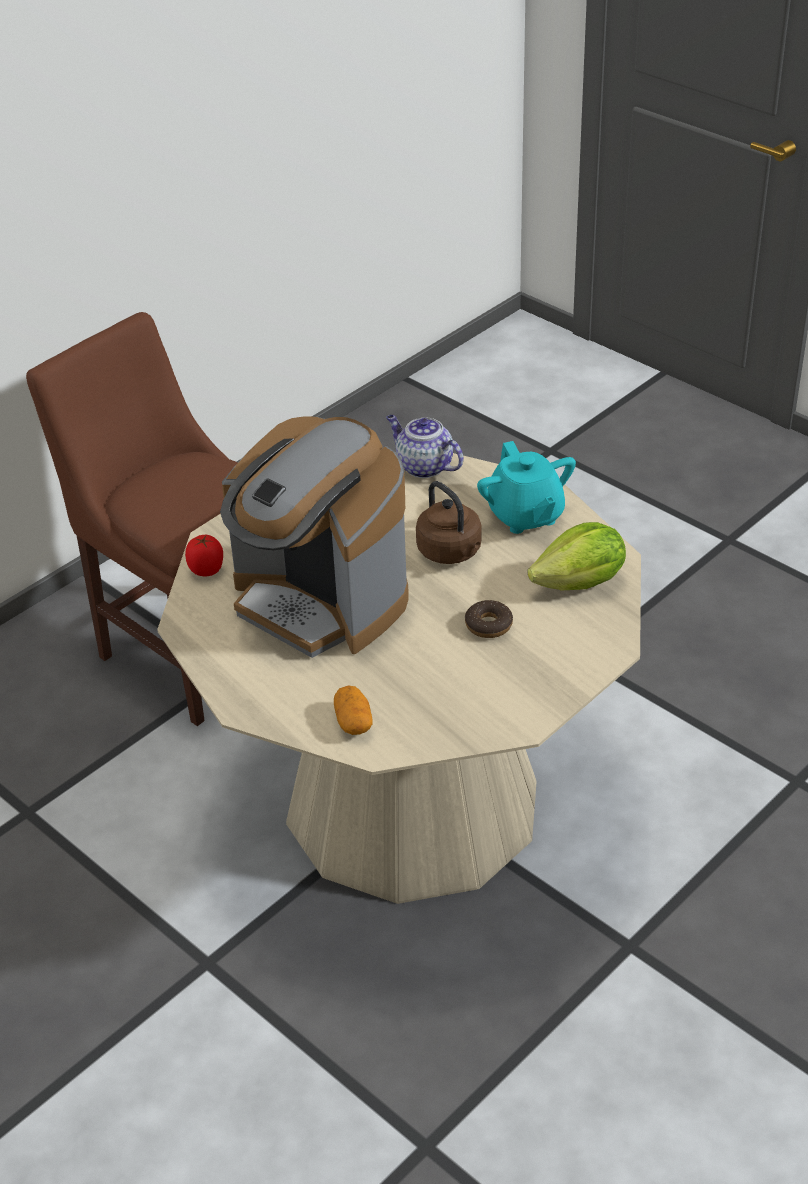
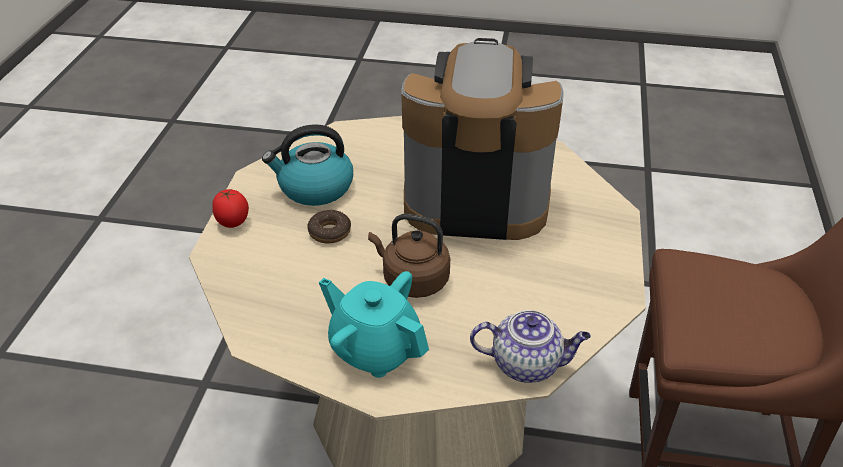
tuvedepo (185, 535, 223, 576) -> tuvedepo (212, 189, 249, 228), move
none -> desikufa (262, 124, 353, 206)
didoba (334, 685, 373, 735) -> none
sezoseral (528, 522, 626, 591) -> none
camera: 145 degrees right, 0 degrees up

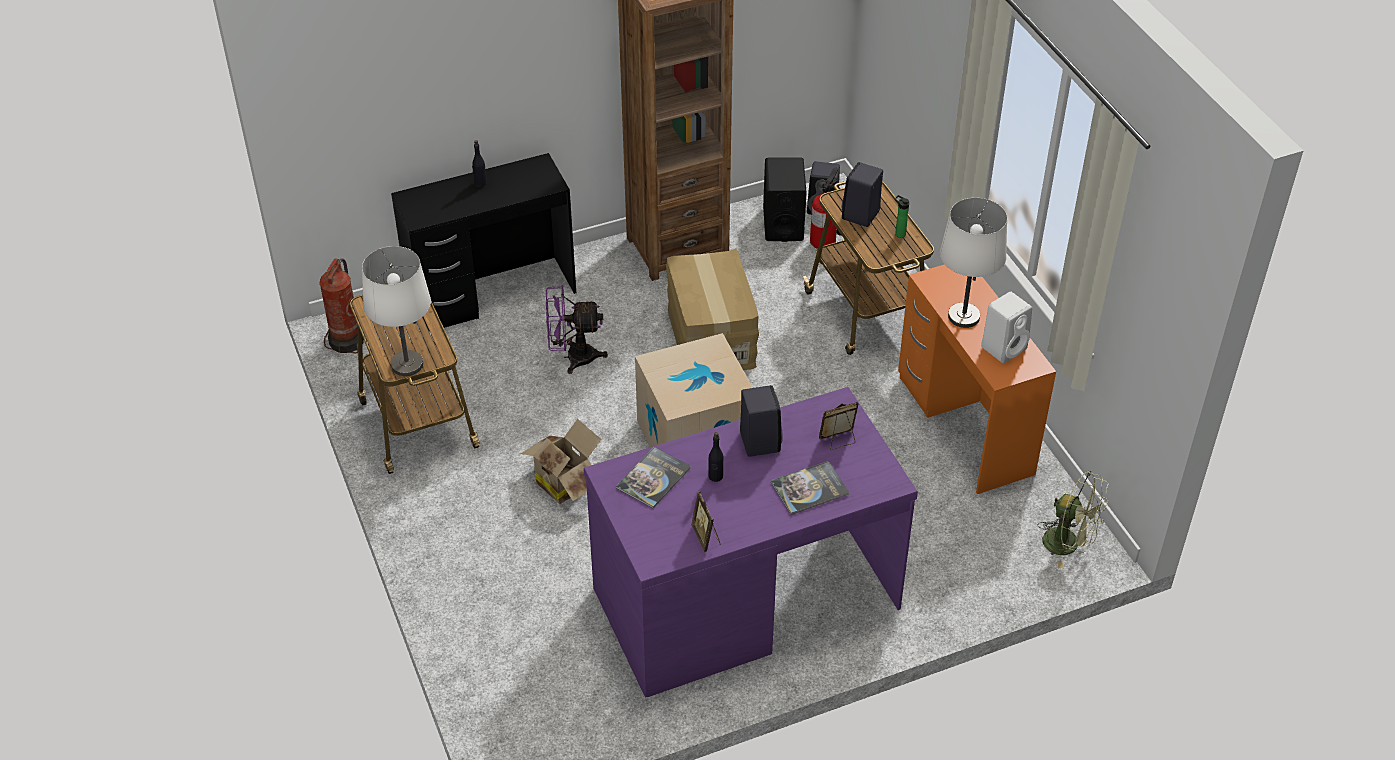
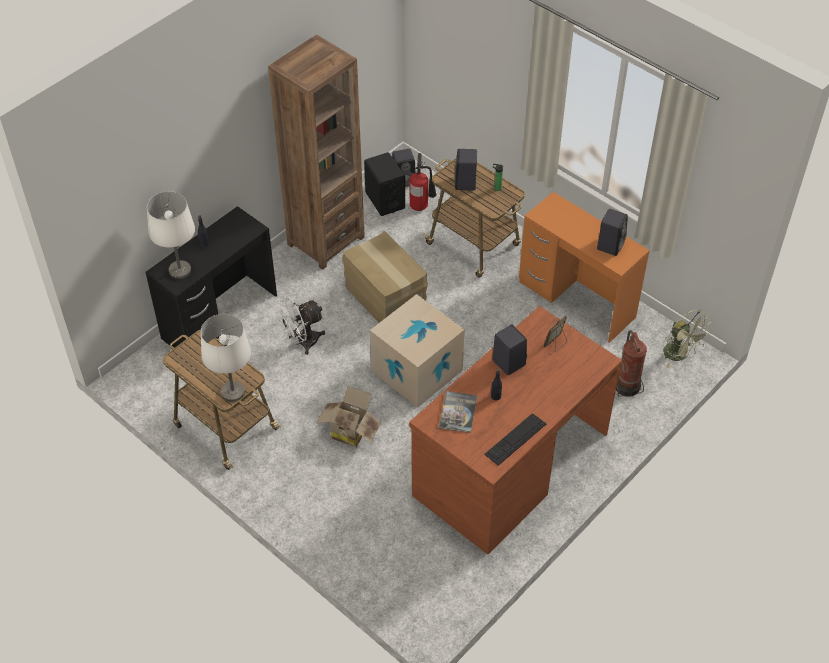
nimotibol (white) (940, 198, 1007, 328) -> nimotibol (white) (147, 192, 195, 279), move
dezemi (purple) (546, 285, 608, 374) -> dezemi (white) (276, 296, 325, 355)
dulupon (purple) (584, 387, 918, 697) -> dulupon (brown) (409, 306, 622, 554)
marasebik (691, 491, 721, 552) -> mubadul (484, 413, 546, 466)
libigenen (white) (981, 292, 1032, 363) -> libigenen (black) (597, 209, 628, 256)
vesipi (319, 258, 364, 354) -> vesipi (616, 330, 647, 397), move
dezemi (green) (1038, 471, 1109, 568) -> dezemi (green) (663, 310, 711, 368), 45 degrees clockwise
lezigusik (771, 461, 849, 515) -> none
camera: 25 degrees left, 5 degrees up

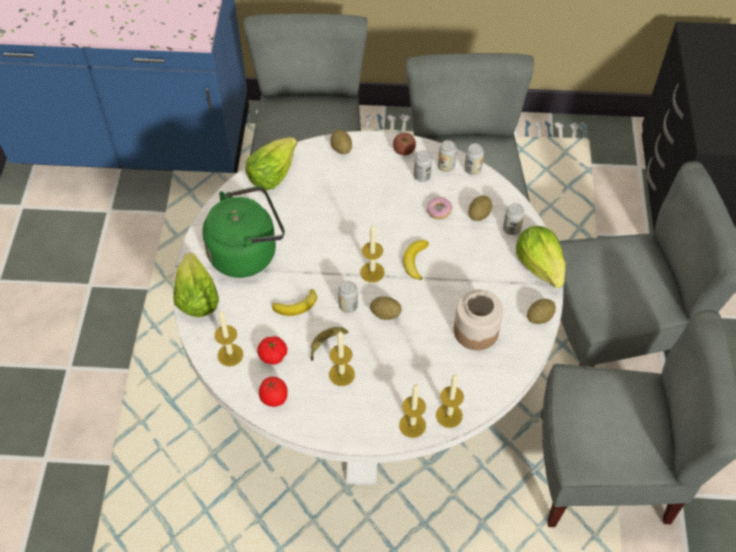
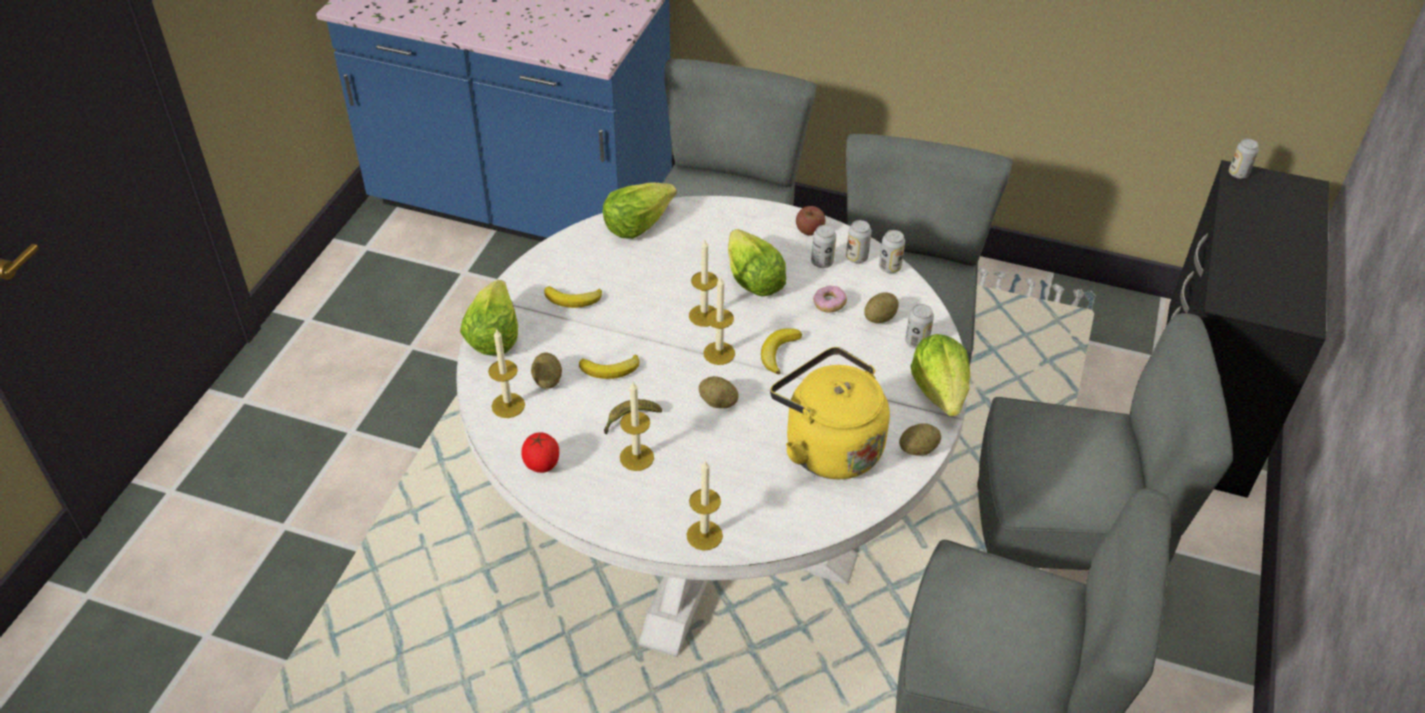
didoba (330, 130, 352, 154) -> didoba (531, 352, 562, 389), move
desikufa (green) (202, 186, 285, 278) -> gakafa (544, 286, 602, 308)
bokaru (436, 374, 464, 428) -> bokaru (689, 240, 718, 327), move
none -> sezoseral (728, 229, 786, 297)
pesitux (454, 290, 503, 350) -> desikufa (yellow) (770, 347, 890, 479)
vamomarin (338, 281, 358, 313) -> vamomarin (1229, 139, 1259, 179), move
tuvedepo (257, 336, 287, 365) -> none
camera: 15 degrees right, 10 degrees down

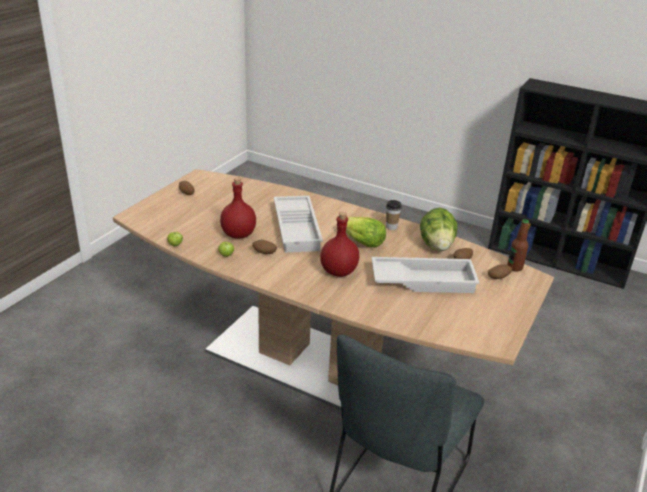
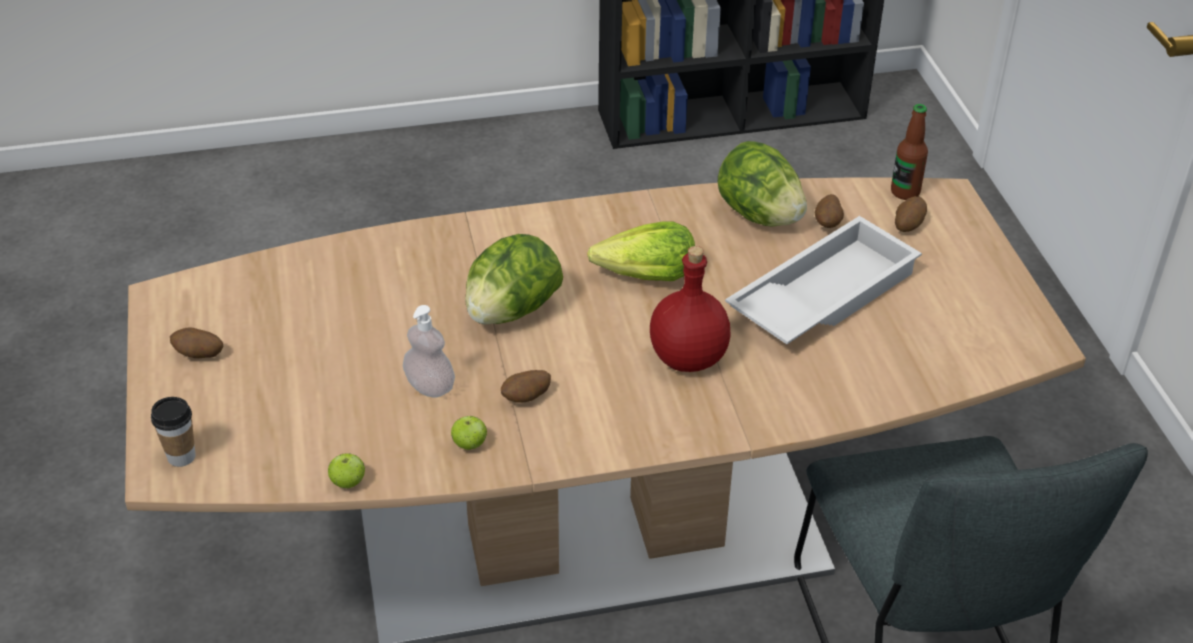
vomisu (386, 200, 402, 230) -> vomisu (151, 397, 196, 467), move
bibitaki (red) (220, 177, 256, 238) -> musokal (403, 305, 455, 398)
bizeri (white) (274, 196, 323, 253) -> sezoseral (465, 234, 563, 325)
camera: 40 degrees left, 10 degrees up

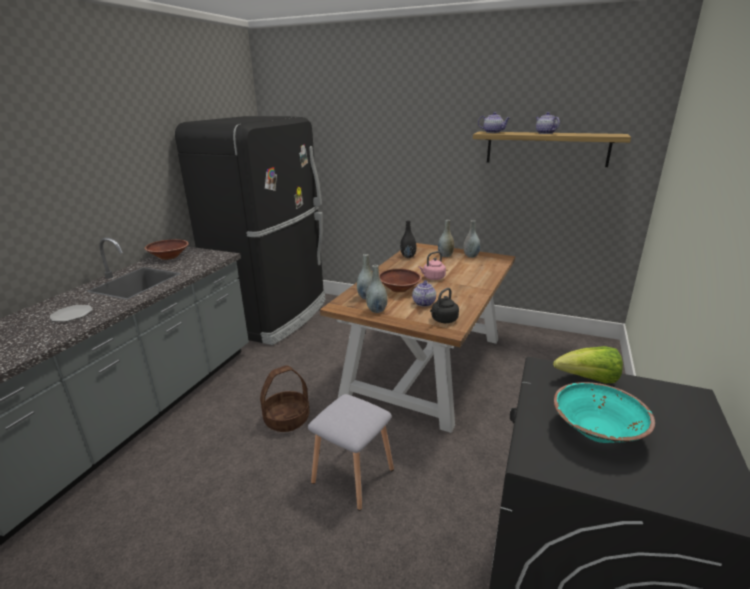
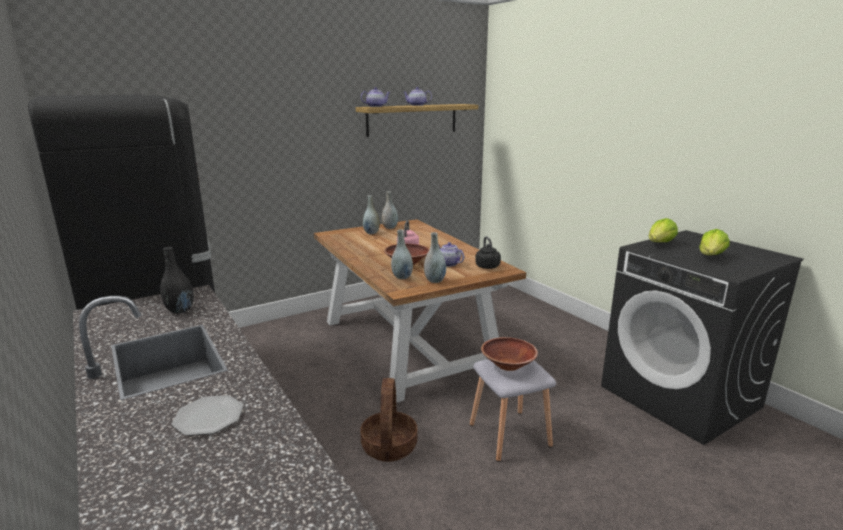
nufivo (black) (400, 220, 417, 258) -> nufivo (black) (160, 247, 194, 313), move
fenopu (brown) (144, 239, 189, 260) -> fenopu (brown) (481, 337, 538, 371), move
fenopu (turquoise) (554, 382, 655, 443) -> sezoseral (699, 229, 730, 255)
camera: 55 degrees left, 5 degrees down

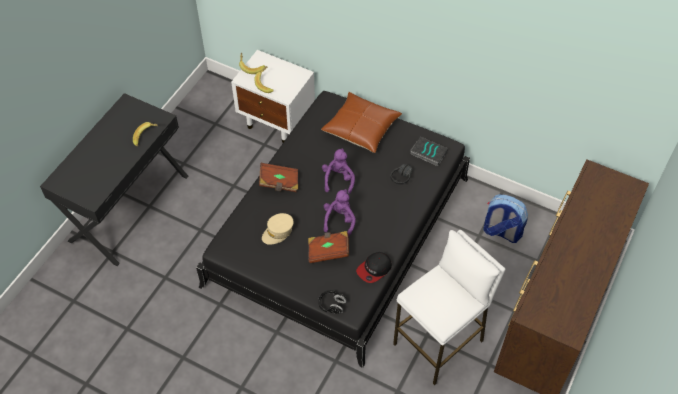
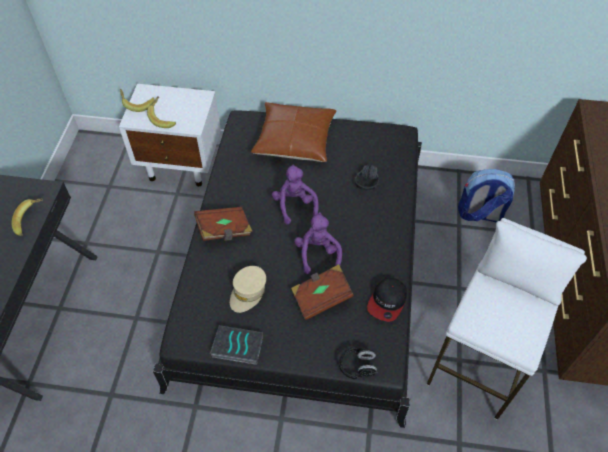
lezigusik (410, 137, 448, 166) -> lezigusik (210, 325, 263, 365), move
camera: 20 degrees left, 0 degrees up

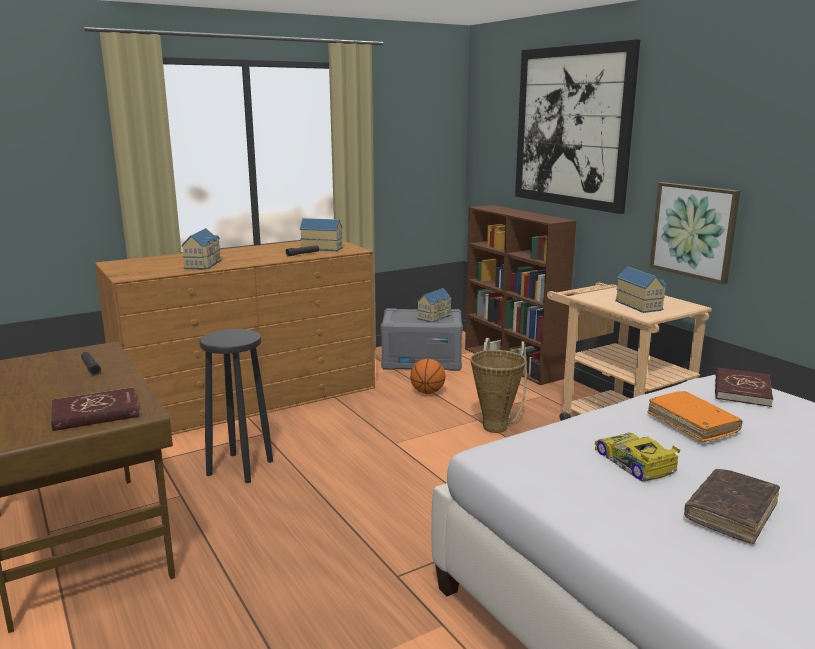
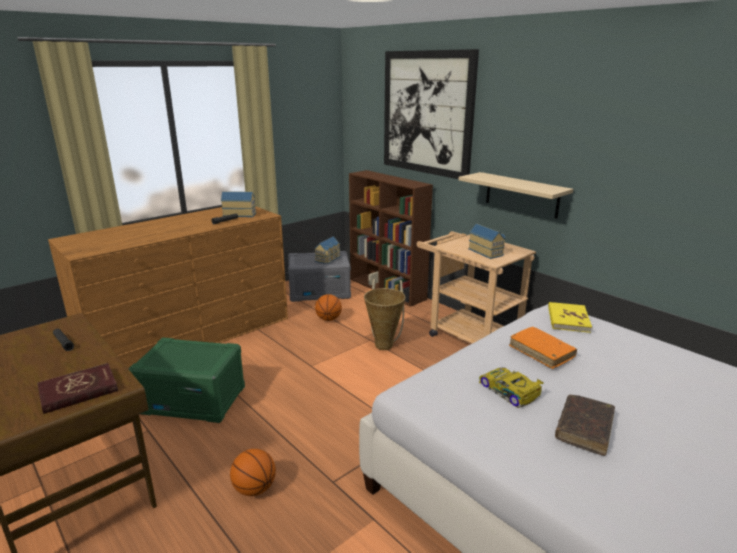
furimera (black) (199, 329, 273, 483) -> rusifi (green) (129, 337, 245, 423)
none -> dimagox (230, 449, 276, 496)
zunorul (650, 182, 740, 284) -> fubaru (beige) (458, 172, 573, 219)
lezigusik (red) (715, 367, 773, 407) -> lezigusik (yellow) (548, 302, 592, 333)
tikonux (181, 228, 221, 269) -> none
camera: 10 degrees left, 5 degrees up

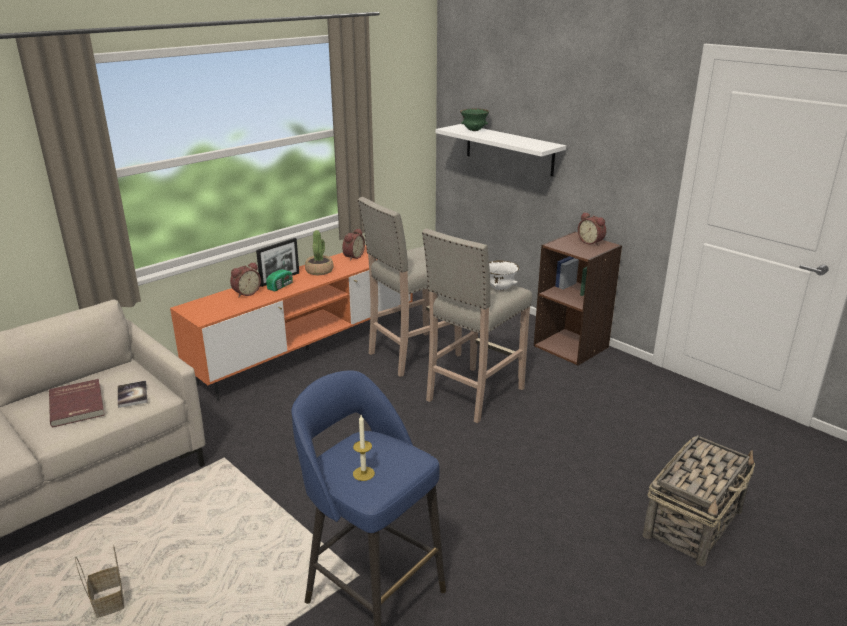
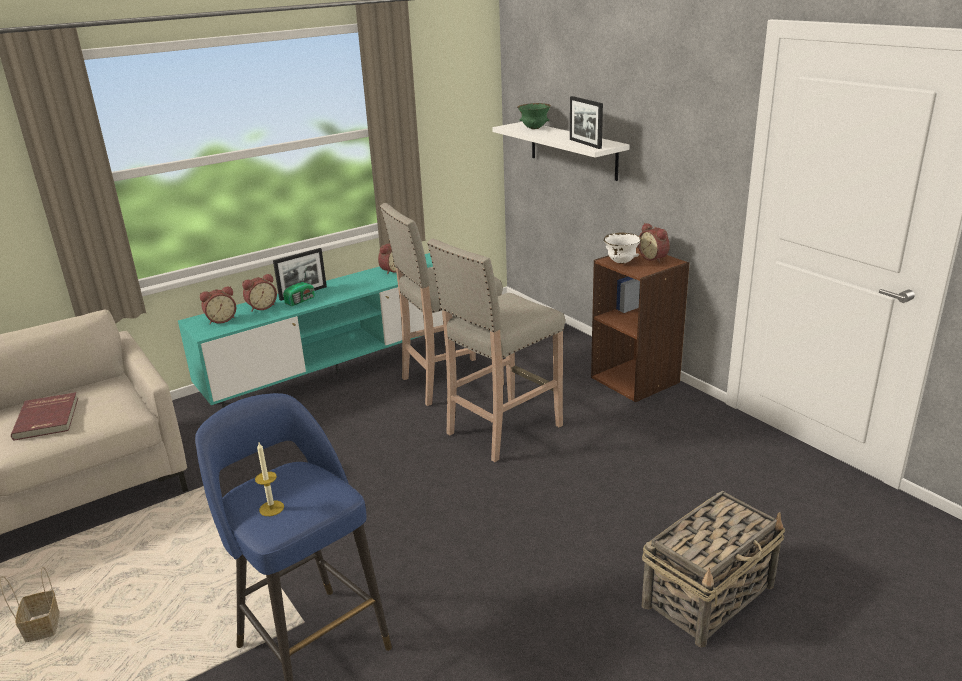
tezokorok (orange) (170, 245, 413, 401) -> tezokorok (turquoise) (178, 253, 454, 408)
none -> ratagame (200, 286, 236, 324)
none -> marasebik (570, 96, 603, 149)
fenopu (white) (489, 260, 519, 290) -> fenopu (white) (604, 233, 641, 264), move
lezigusik (118, 381, 148, 408) -> none
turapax (305, 230, 334, 275) -> none
camera: 10 degrees right, 0 degrees up

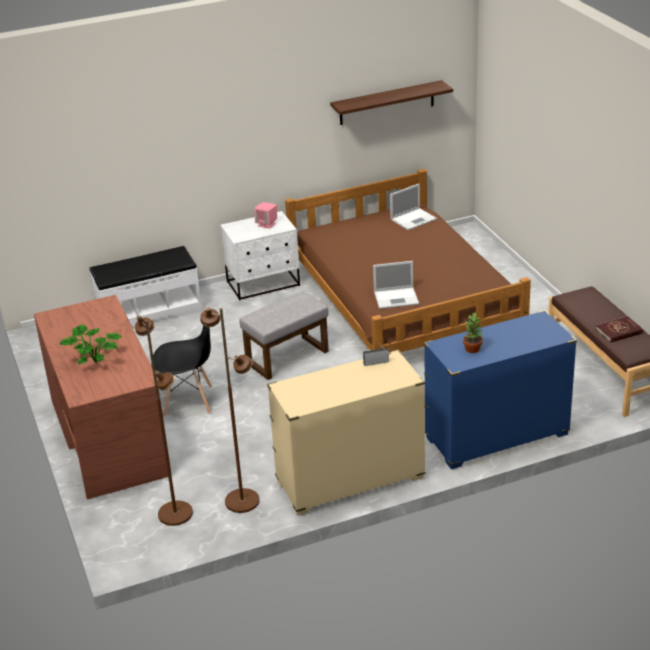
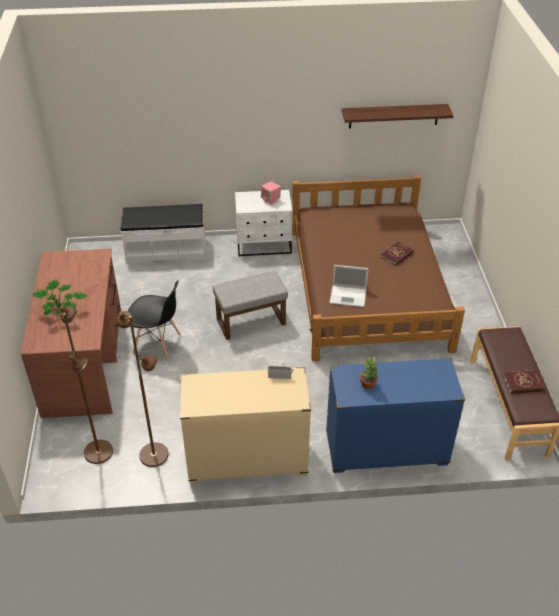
none -> lezigusik (red) (380, 241, 414, 266)
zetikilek (390, 184, 437, 230) -> none
camera: 15 degrees right, 10 degrees up

